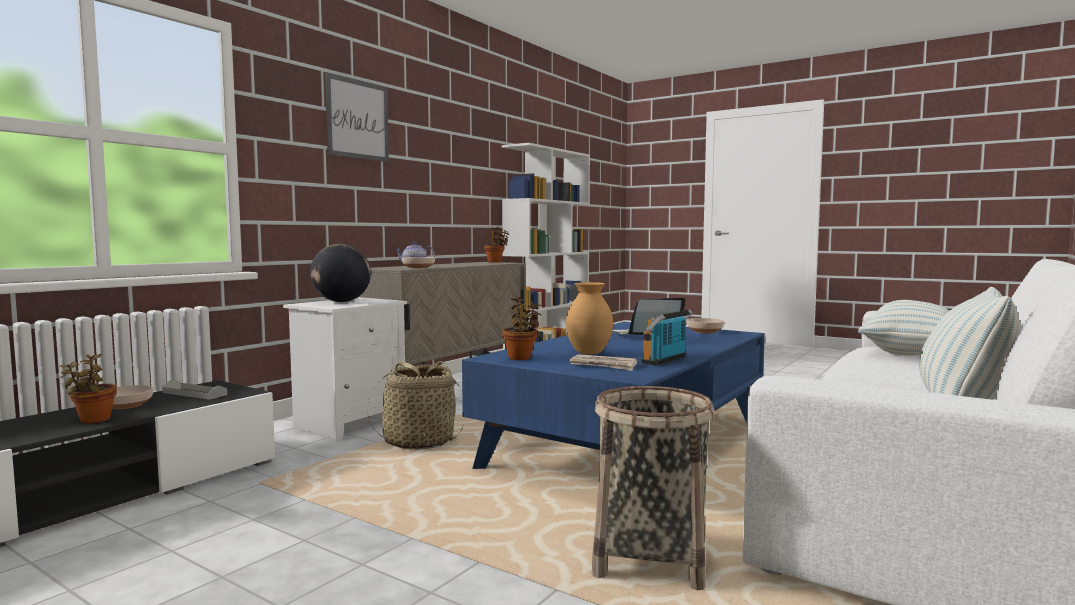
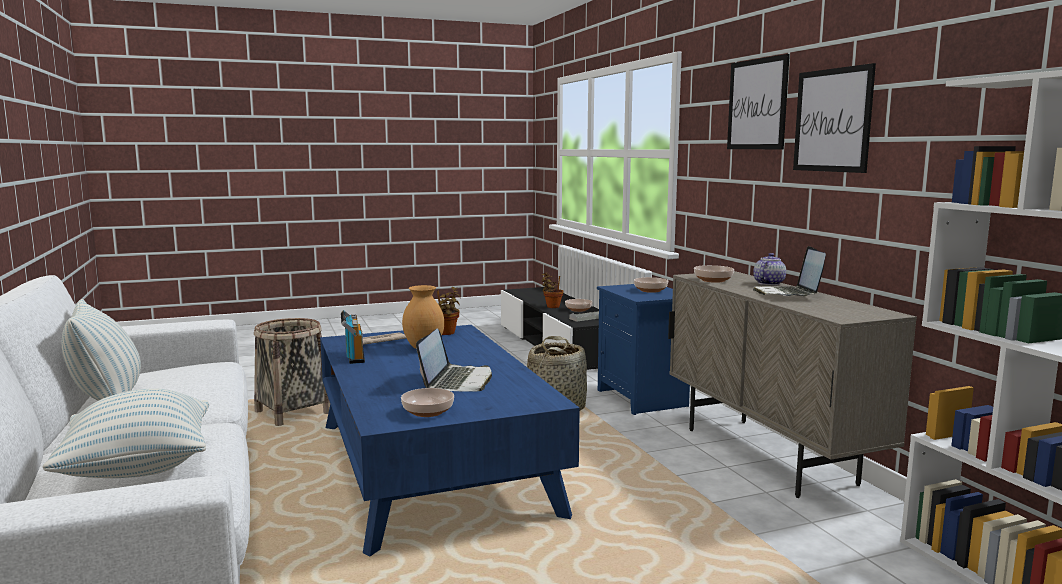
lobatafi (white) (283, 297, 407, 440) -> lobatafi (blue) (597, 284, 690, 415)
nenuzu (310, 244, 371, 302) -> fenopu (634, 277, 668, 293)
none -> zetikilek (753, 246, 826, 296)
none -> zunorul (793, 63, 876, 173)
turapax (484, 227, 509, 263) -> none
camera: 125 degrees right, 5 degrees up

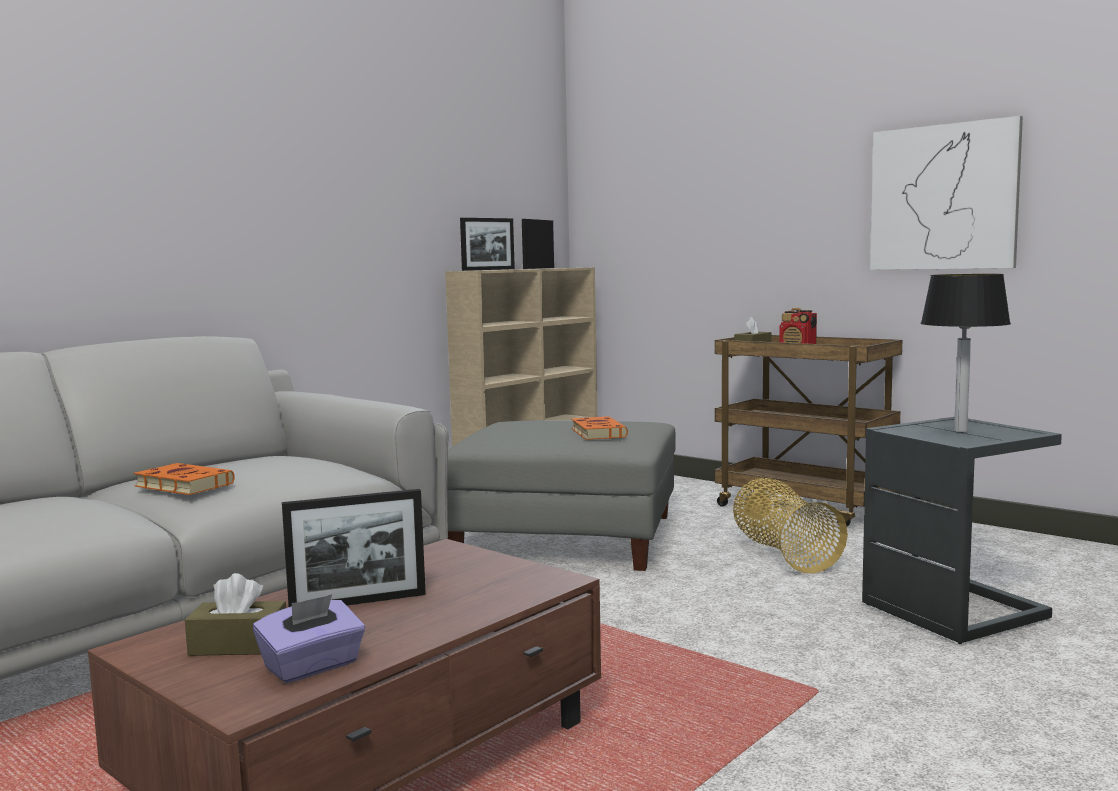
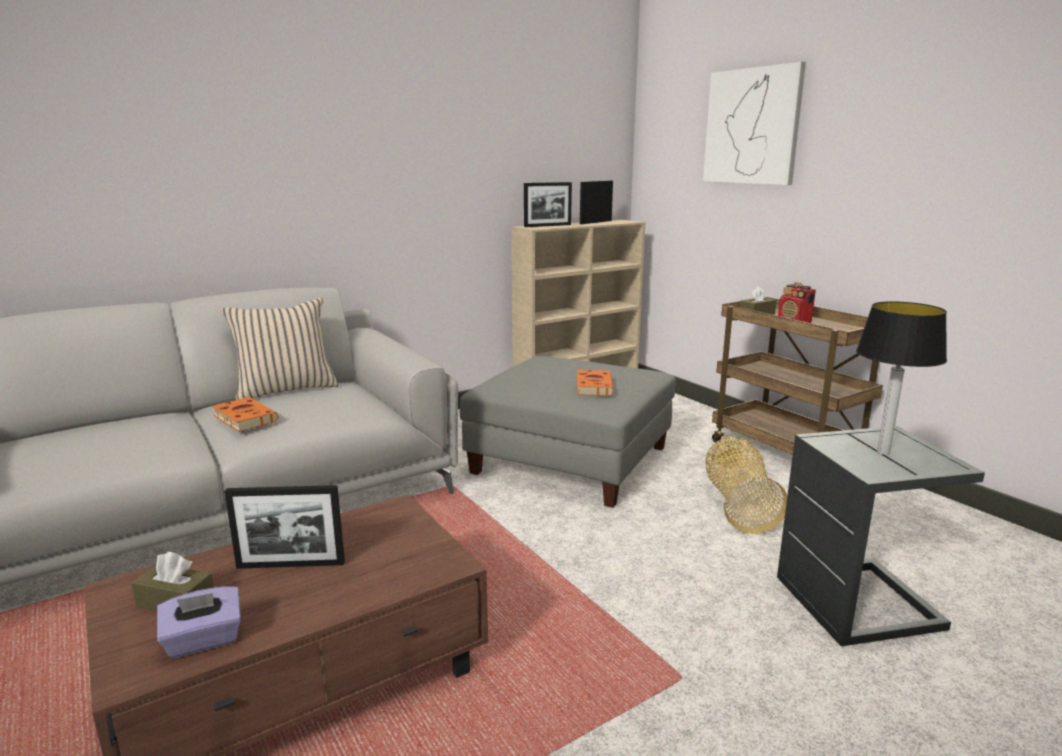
none -> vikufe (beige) (221, 298, 338, 400)
zunorul (870, 116, 1023, 270) -> zunorul (703, 61, 806, 185), move
camera: 15 degrees right, 10 degrees up

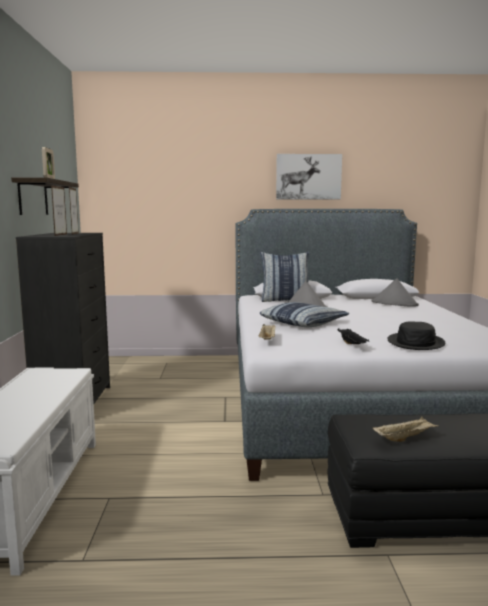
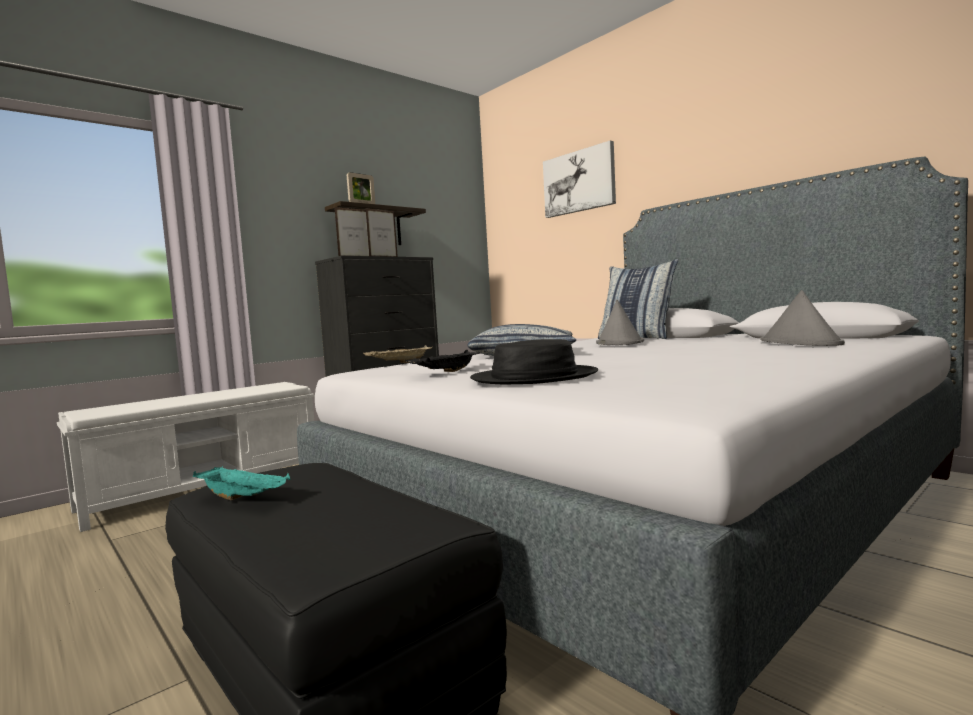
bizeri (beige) (373, 417, 439, 442) -> bizeri (turquoise) (193, 466, 291, 500)
zunorul (276, 154, 342, 200) -> zunorul (543, 141, 616, 218), move
camera: 50 degrees right, 5 degrees down

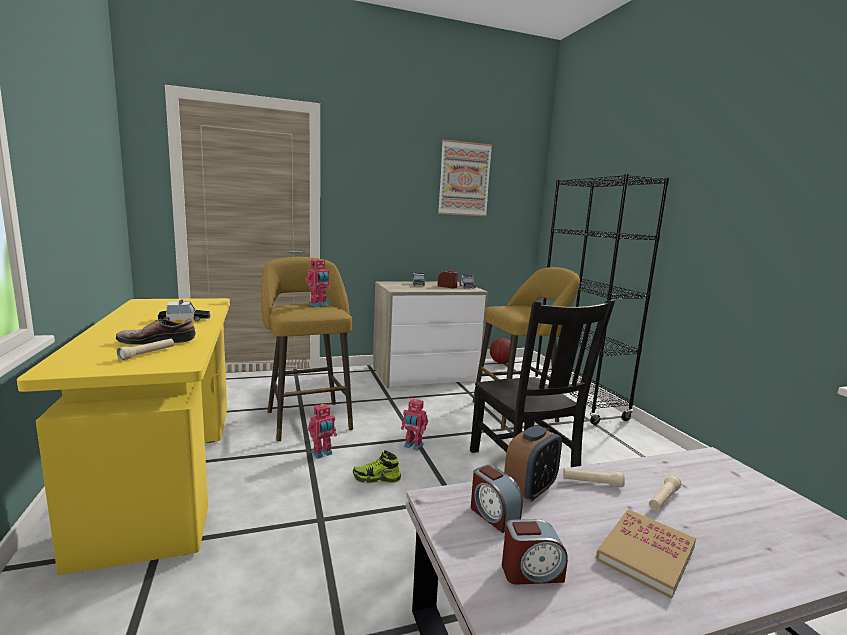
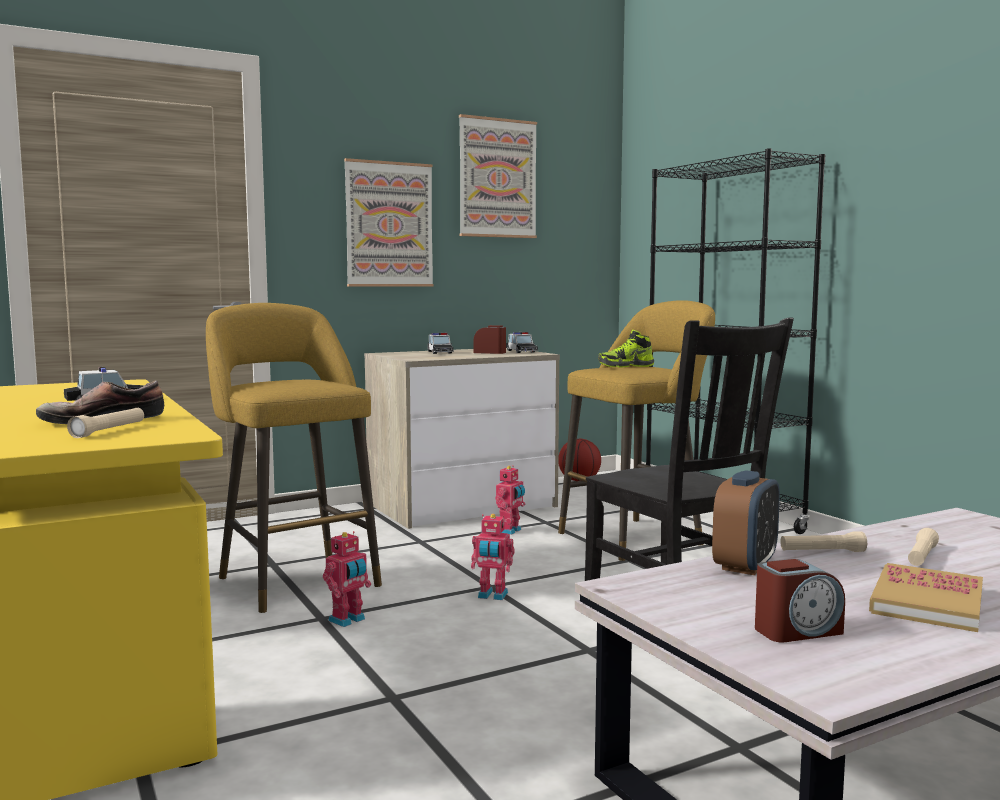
none -> zunorul (344, 158, 434, 287)
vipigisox (306, 257, 331, 307) -> vipigisox (495, 466, 525, 535), move
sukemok (353, 450, 401, 483) -> sukemok (598, 330, 654, 368), move
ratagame (471, 465, 523, 533) -> none
camera: 10 degrees left, 5 degrees down

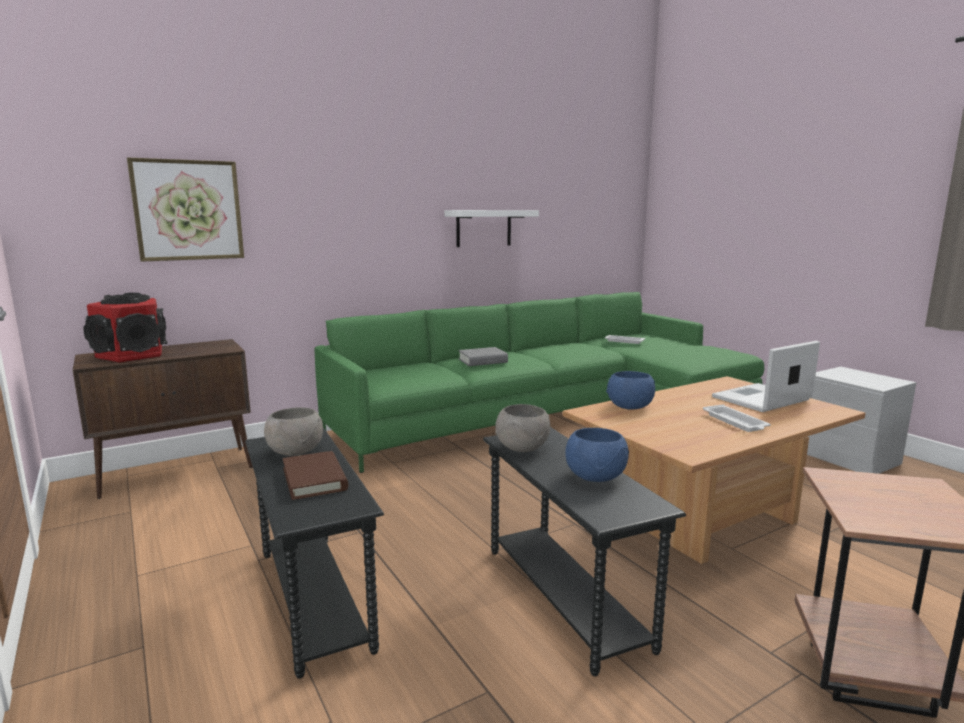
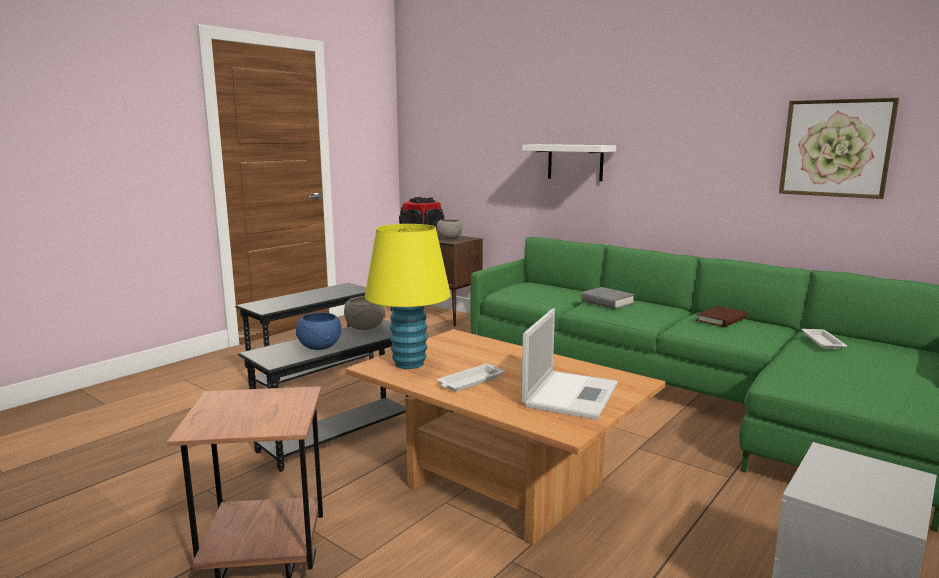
none -> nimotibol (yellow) (364, 224, 451, 369)
fenopu (grey) (264, 407, 323, 456) -> fenopu (grey) (437, 219, 462, 239), move
zetikilek (712, 341, 820, 412) -> zetikilek (521, 309, 618, 420), 75 degrees clockwise
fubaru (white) (444, 210, 539, 247) -> fubaru (white) (522, 144, 616, 181), move
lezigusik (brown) (282, 451, 348, 500) -> lezigusik (brown) (696, 306, 747, 327), move
zunorul (127, 157, 244, 262) -> zunorul (779, 98, 899, 199), move
fenopu (blue) (606, 371, 655, 409) -> none
camera: 70 degrees right, 0 degrees up

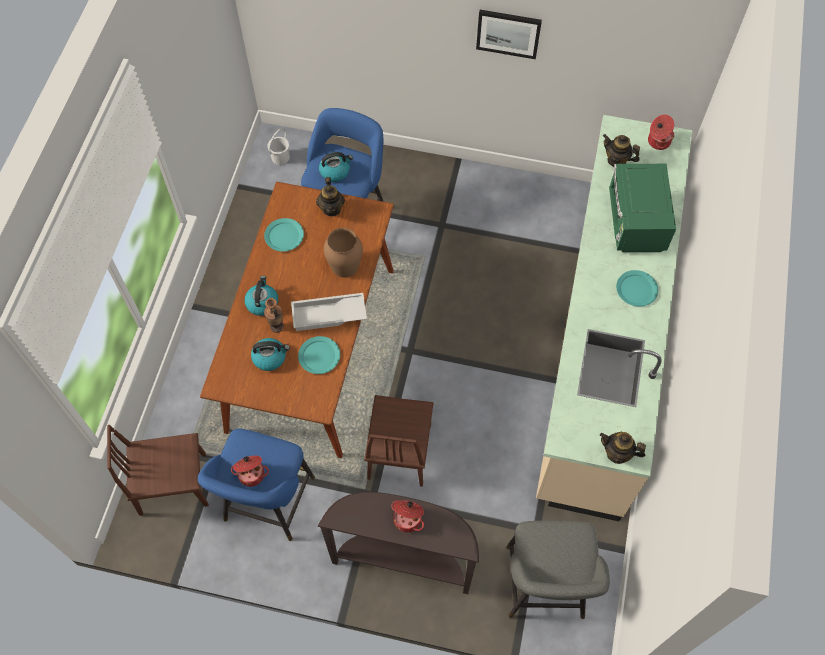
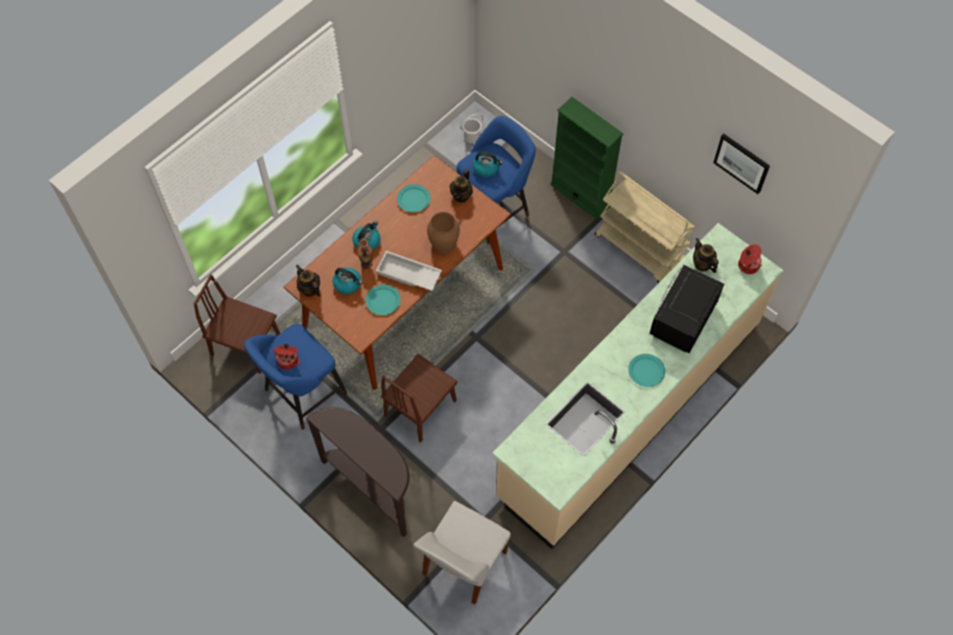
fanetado (600, 432, 646, 464) -> fanetado (296, 265, 321, 296), move
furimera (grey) (506, 521, 610, 619) -> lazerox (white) (413, 501, 511, 605)
none -> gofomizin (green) (550, 97, 624, 219)
none -> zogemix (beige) (595, 171, 695, 283)
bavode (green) (609, 164, 676, 252) -> bavode (black) (649, 265, 724, 353)
zunorul (476, 10, 542, 59) -> zunorul (713, 134, 770, 194), move
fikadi (391, 500, 424, 533) -> none
camera: 30 degrees right, 0 degrees up

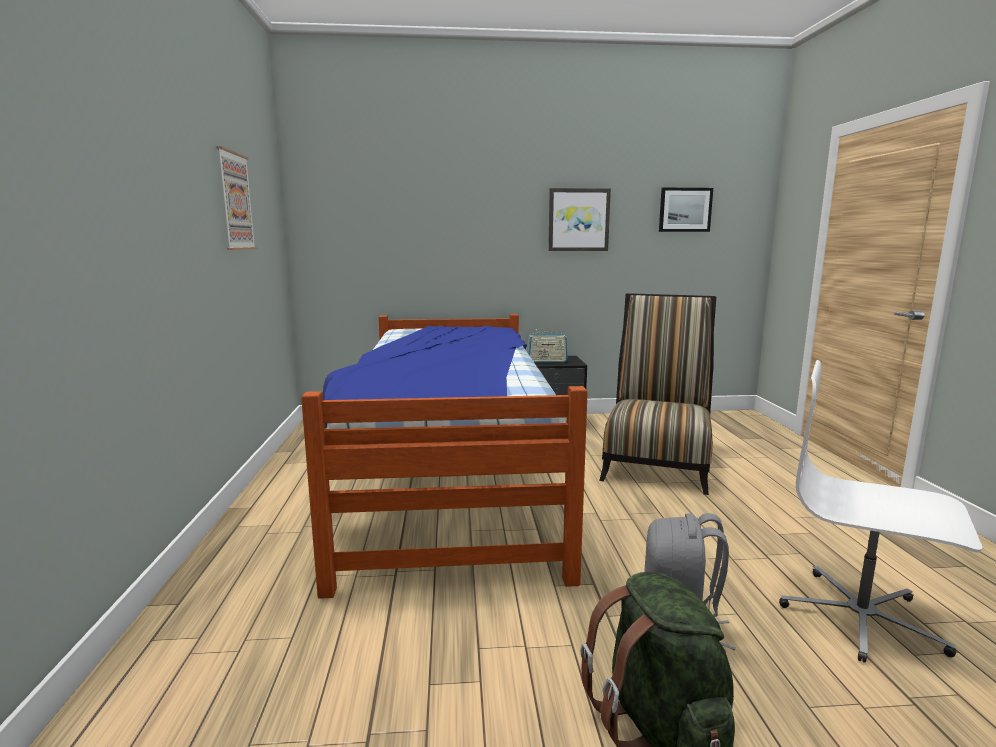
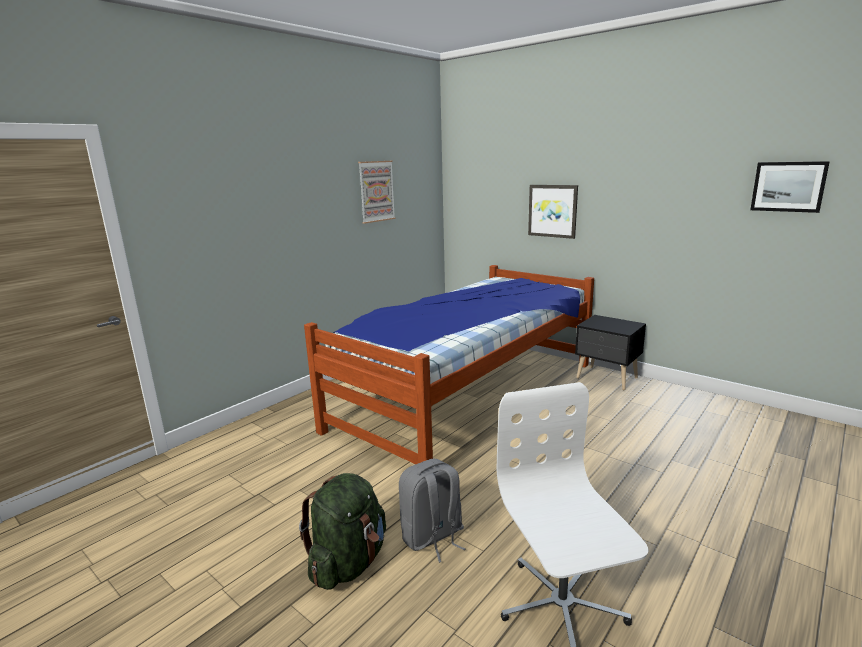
zunorul (548, 188, 611, 251) -> zunorul (528, 185, 578, 239), move
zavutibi (528, 329, 568, 362) -> none
lazerox (599, 293, 716, 495) -> none
camera: 45 degrees right, 5 degrees up

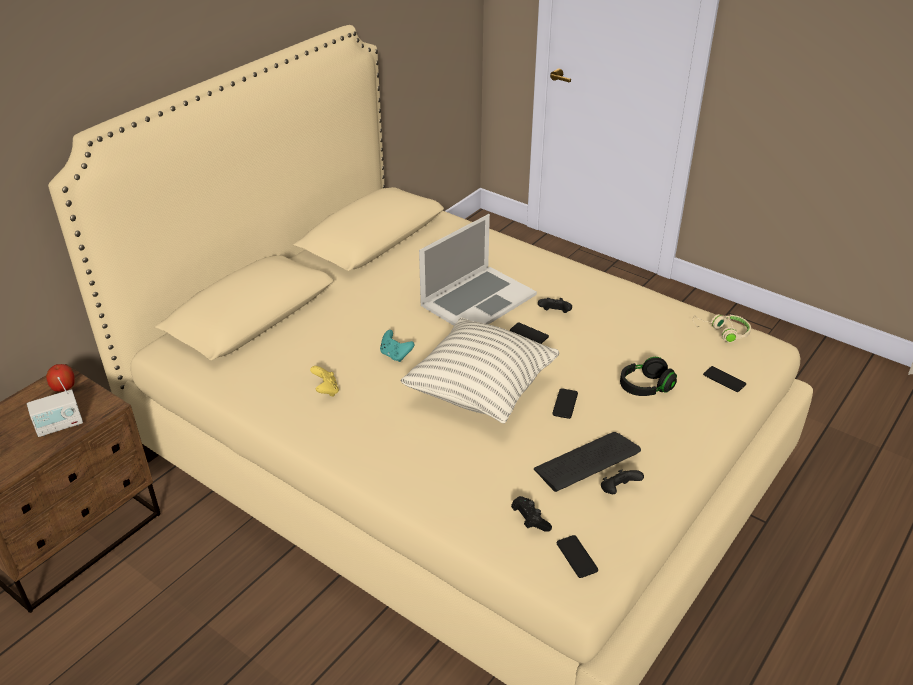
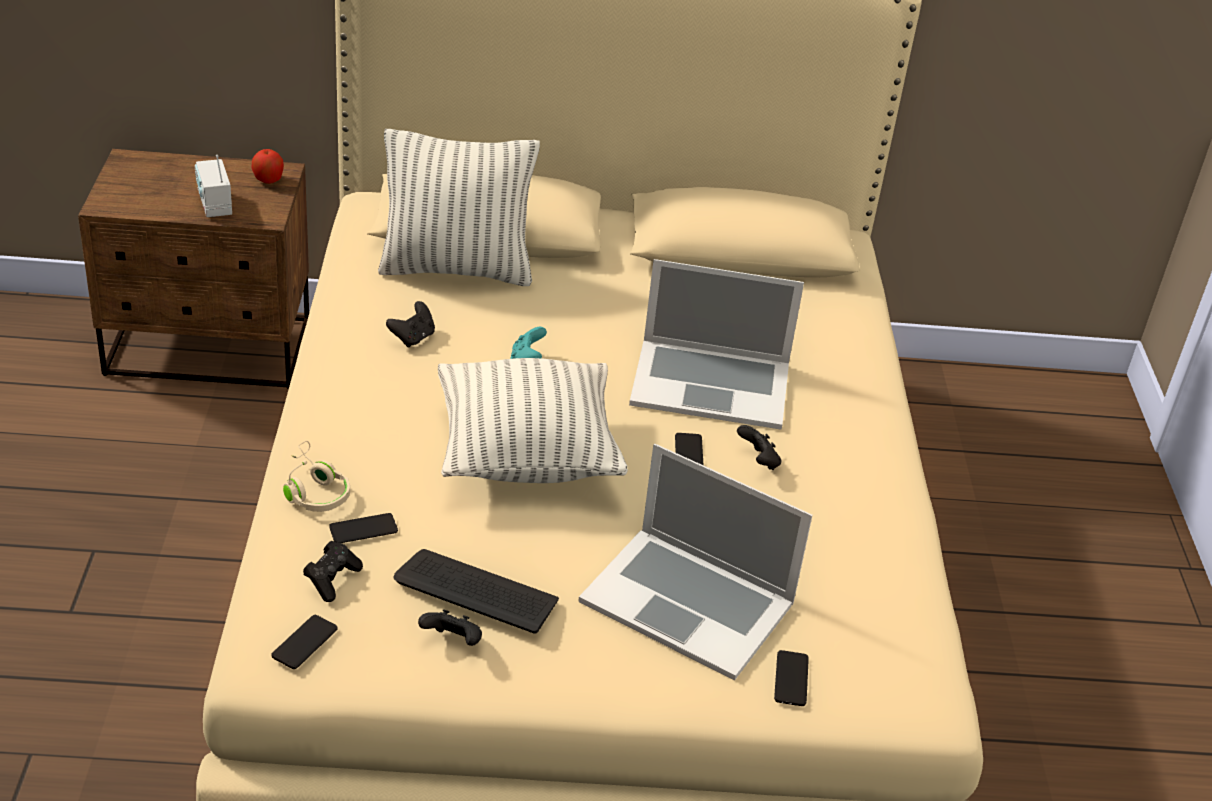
zavutibi (27, 377, 83, 437) -> zavutibi (195, 155, 232, 217), 45 degrees clockwise
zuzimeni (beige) (693, 314, 751, 343) -> zuzimeni (beige) (283, 441, 350, 512), move
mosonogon (552, 388, 578, 419) -> mosonogon (329, 513, 398, 543), move
none -> vikufe (378, 129, 540, 286)
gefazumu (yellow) (310, 366, 339, 397) -> gefazumu (black) (386, 301, 435, 347)
zuzimeni (black) (620, 357, 677, 396) -> zetikilek (578, 443, 813, 681)
camera: 50 degrees right, 0 degrees up

